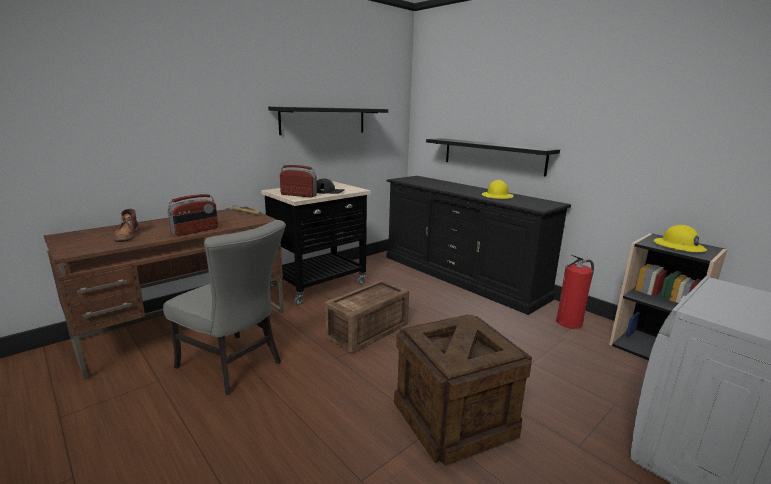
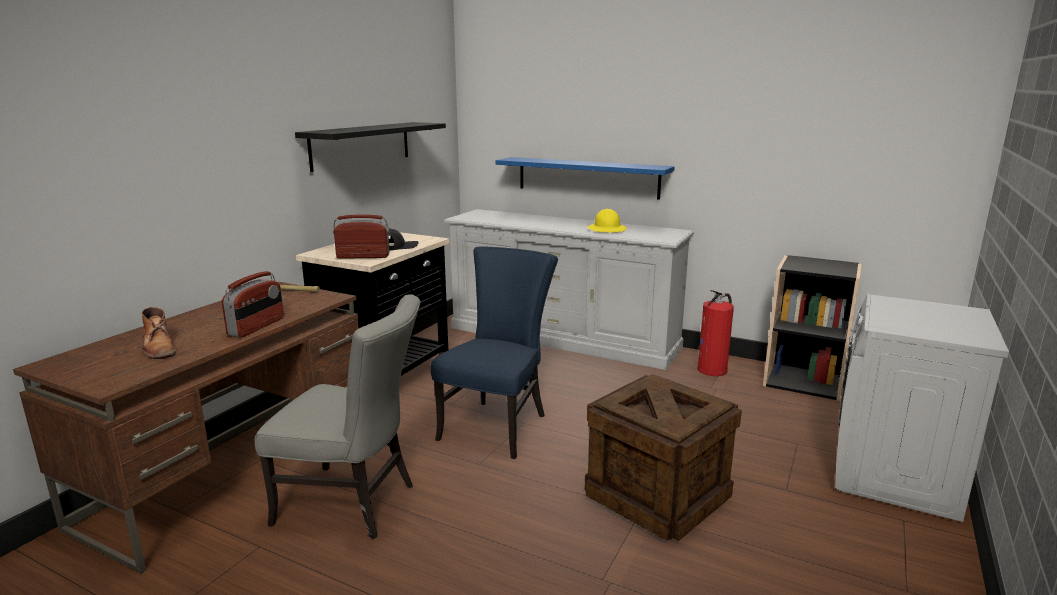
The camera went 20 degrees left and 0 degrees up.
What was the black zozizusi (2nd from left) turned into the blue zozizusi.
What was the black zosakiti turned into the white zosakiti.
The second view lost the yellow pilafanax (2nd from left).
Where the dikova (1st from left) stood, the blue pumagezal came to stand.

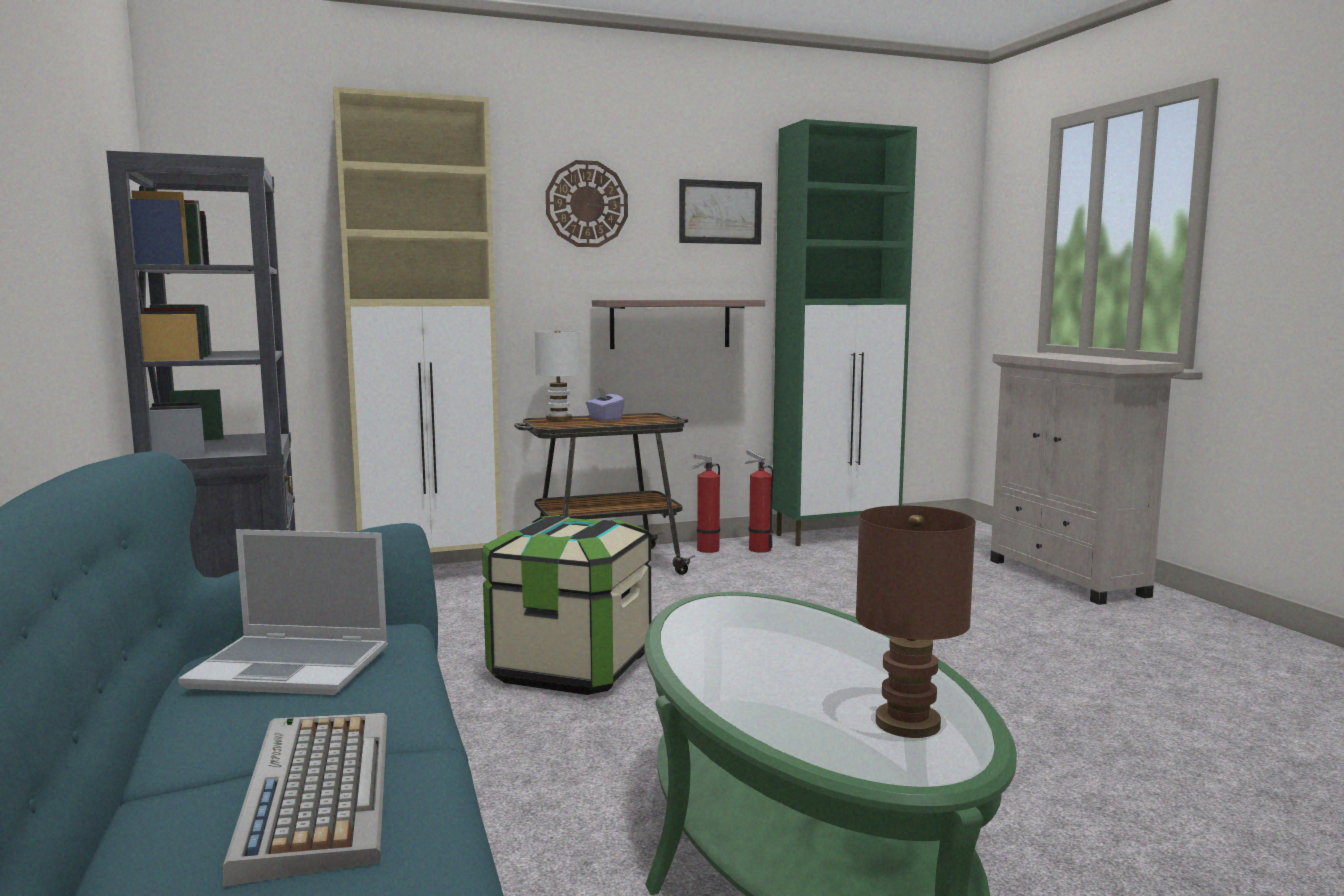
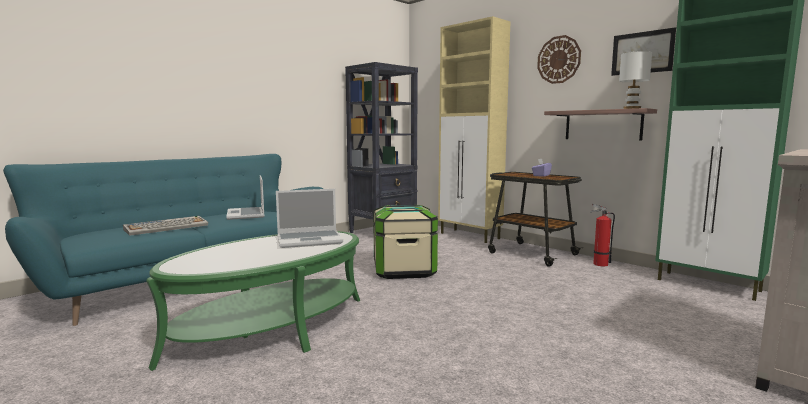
The camera went 65 degrees right and 0 degrees up.
The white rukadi ended up elsewhere.
The second view lost the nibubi (2nd from left).
The second view lost the brown rukadi.
The second view gained the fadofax (2nd from left).

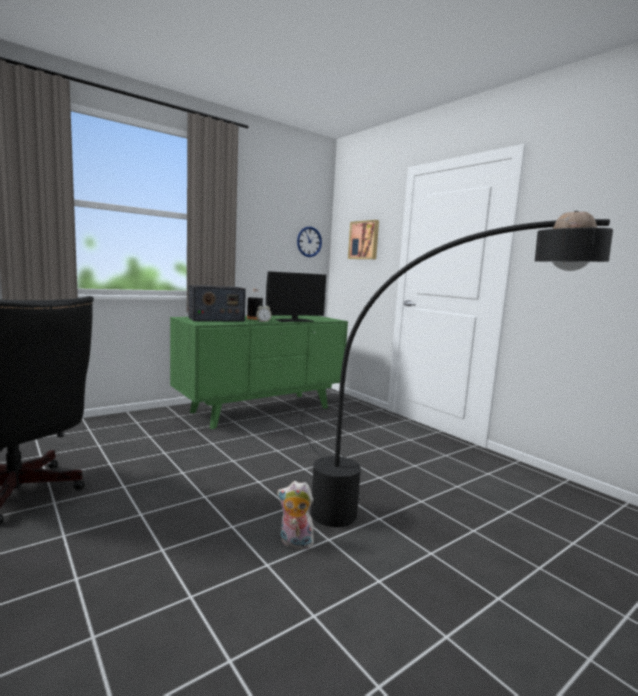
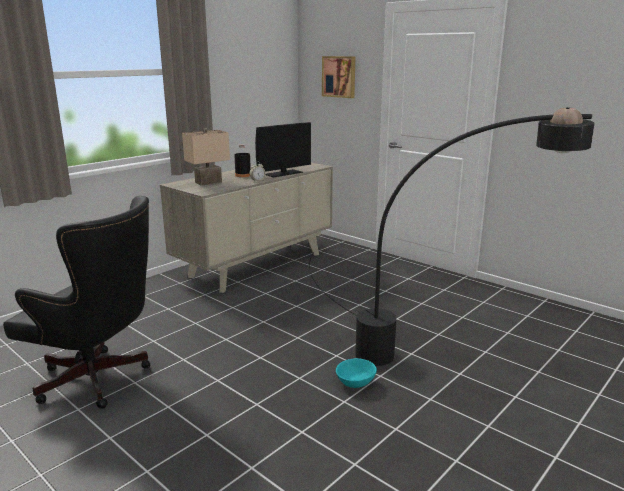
The camera went 10 degrees left and 10 degrees up.
The second view lost the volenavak.
Where the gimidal stood, the beige rukadi came to stand.
What was the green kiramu turned into the beige kiramu.
Where the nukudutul stood, the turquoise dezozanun came to stand.

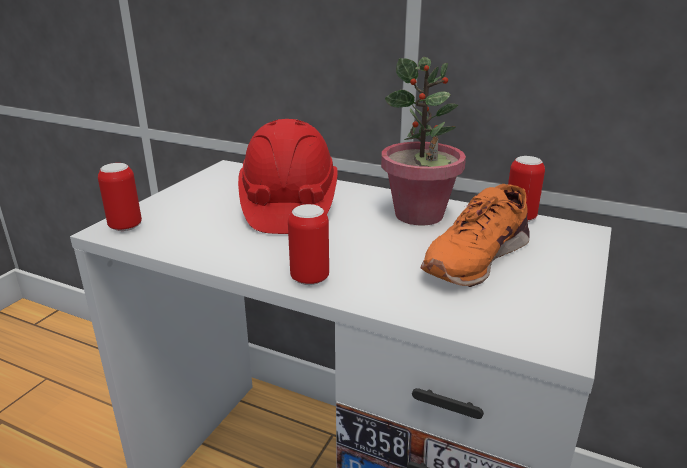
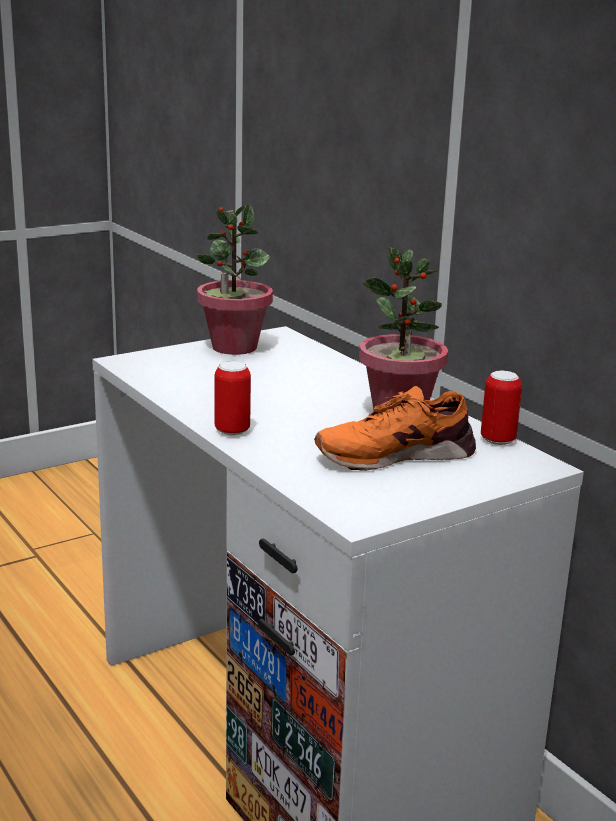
The camera went 30 degrees right and 5 degrees down.
The second view lost the red pilafanax.
The second view lost the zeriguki (1st from left).
The second view gained the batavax (1st from left).

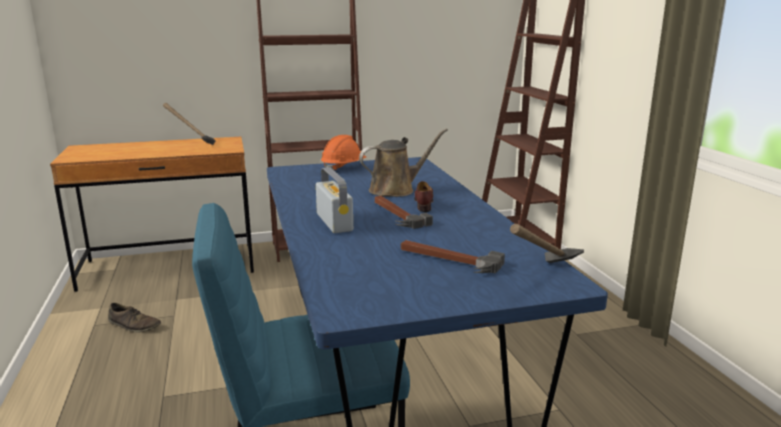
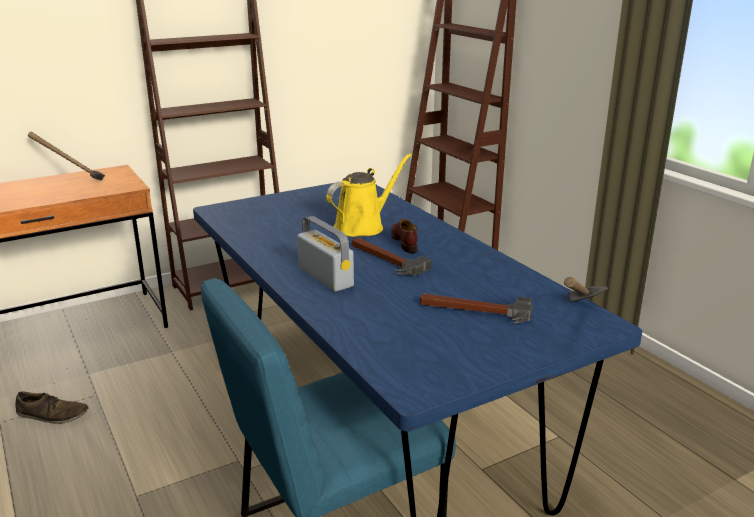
The camera went 15 degrees left and 5 degrees up.
What was the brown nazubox turned into the yellow nazubox.
The second view lost the orange pilafanax.

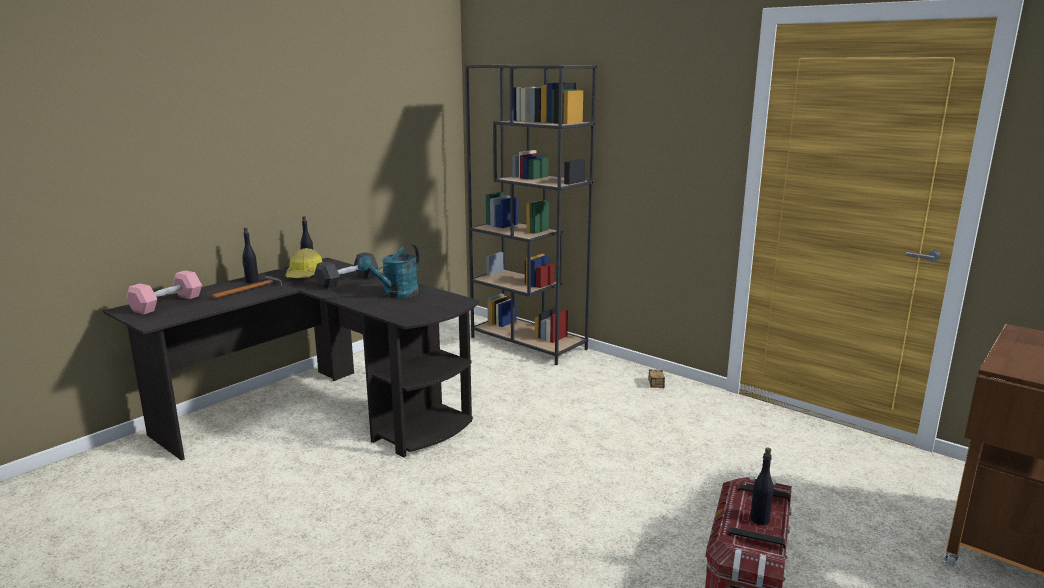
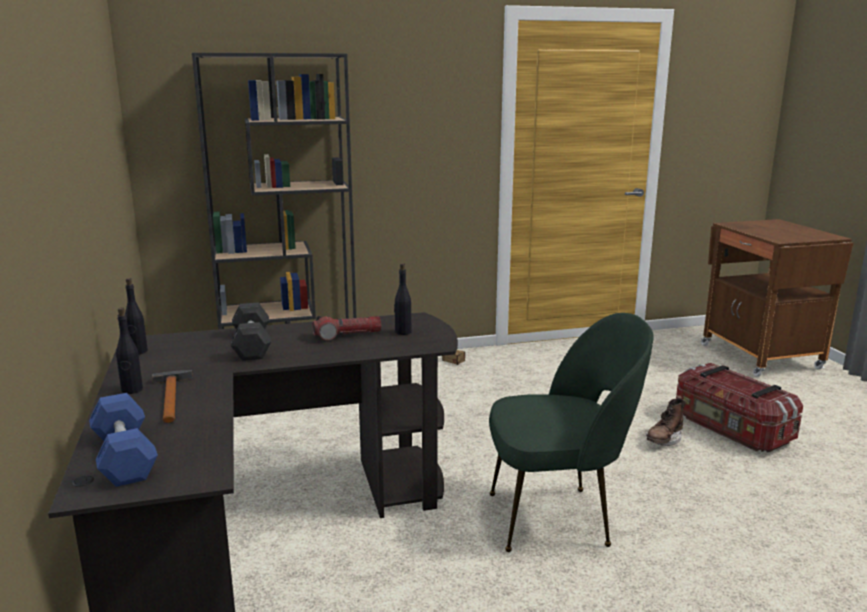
The camera went 55 degrees left and 0 degrees up.
Where the turquoise nazubox stood, the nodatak came to stand.
The second view lost the pilafanax.
What was the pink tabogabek turned into the blue tabogabek.
The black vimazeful (3rd from left) ended up elsewhere.
The second view gained the green pumagezal.
The second view gained the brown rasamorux.

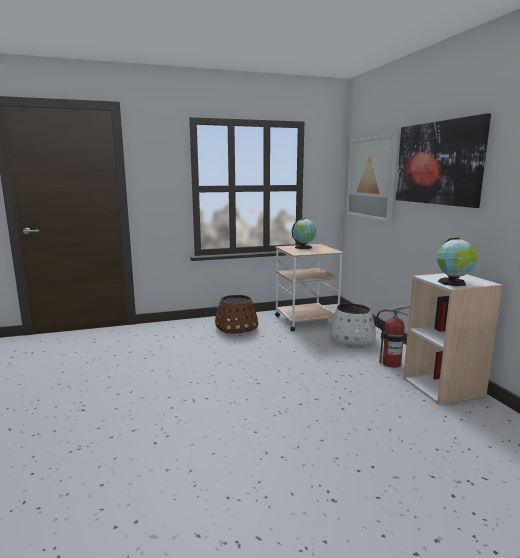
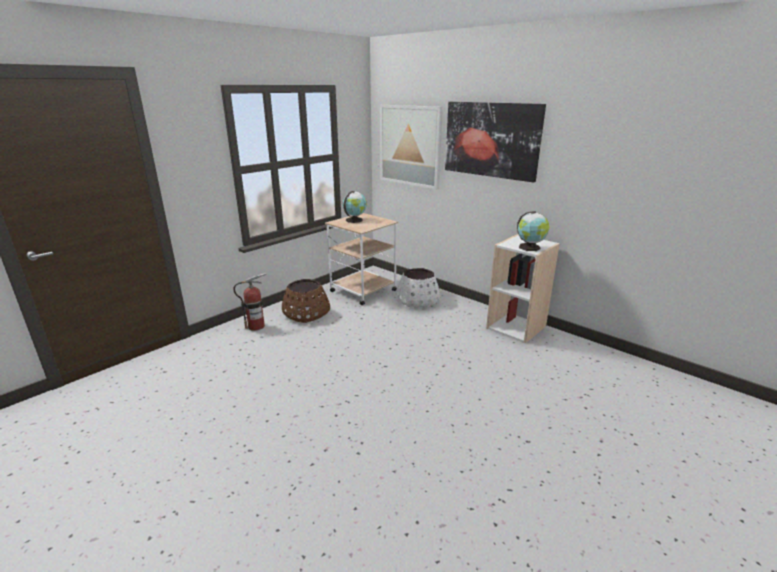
The camera went 30 degrees left and 10 degrees up.
The nibubi ended up elsewhere.

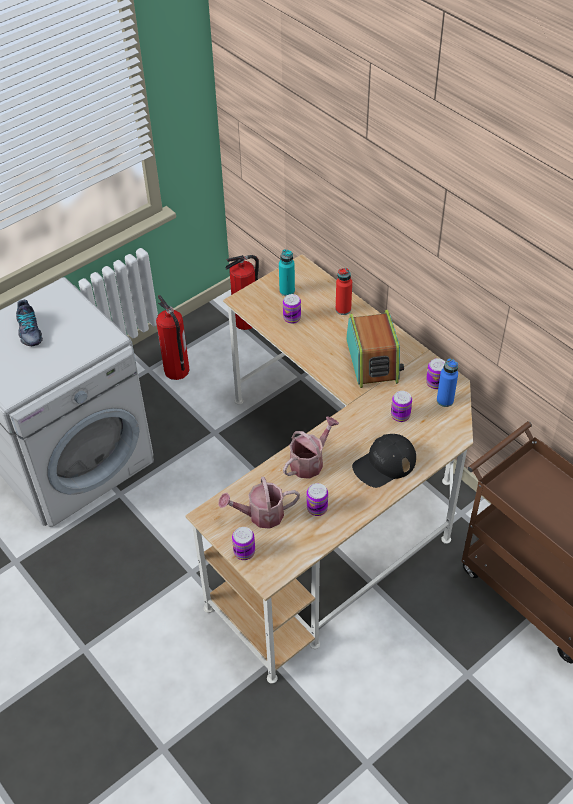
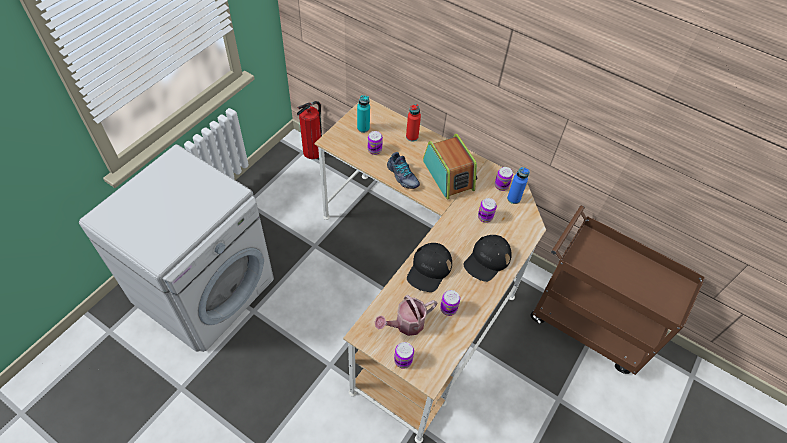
The camera went 20 degrees left and 5 degrees up.
The second view lost the nibubi (1st from left).
The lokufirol ended up elsewhere.
Where the nazubox (2nd from left) stood, the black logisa (1st from left) came to stand.

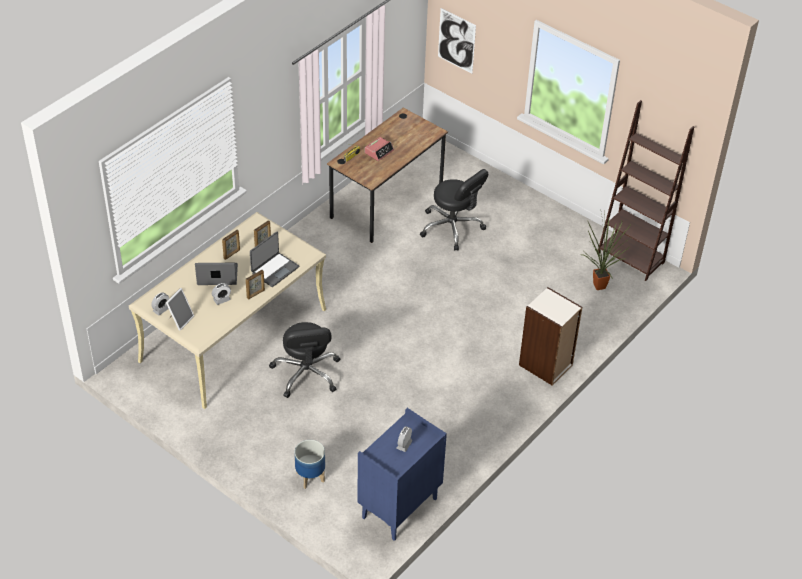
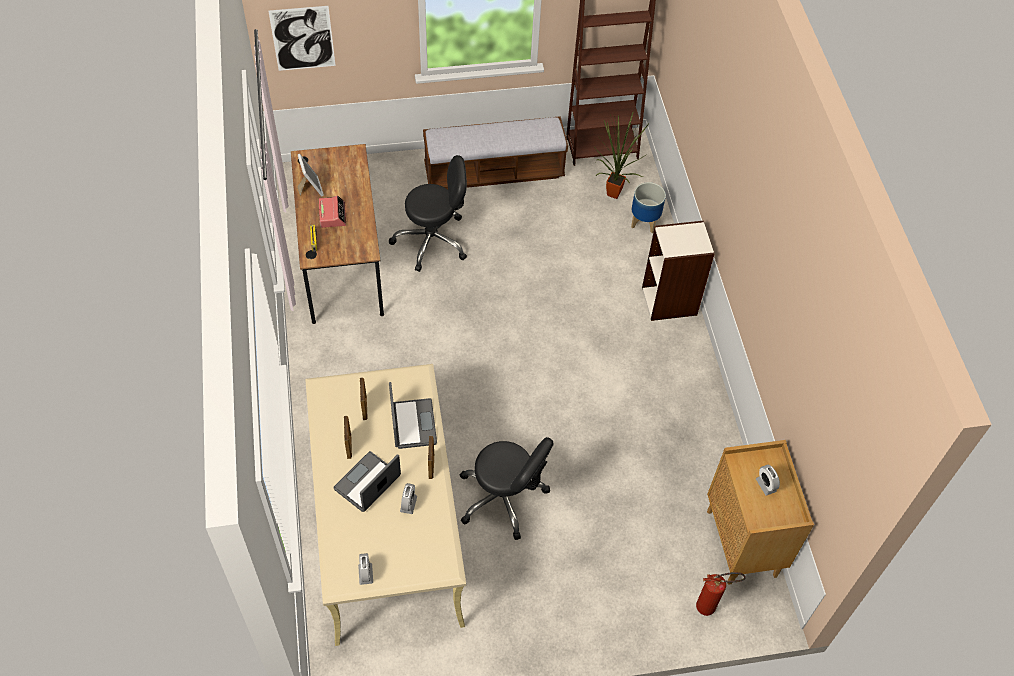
The camera went 50 degrees left and 10 degrees up.
The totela (1st from left) ended up elsewhere.
What was the blue zosakiti turned into the brown zosakiti.
The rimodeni ended up elsewhere.
The second view gained the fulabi.
The second view gained the nibubi.

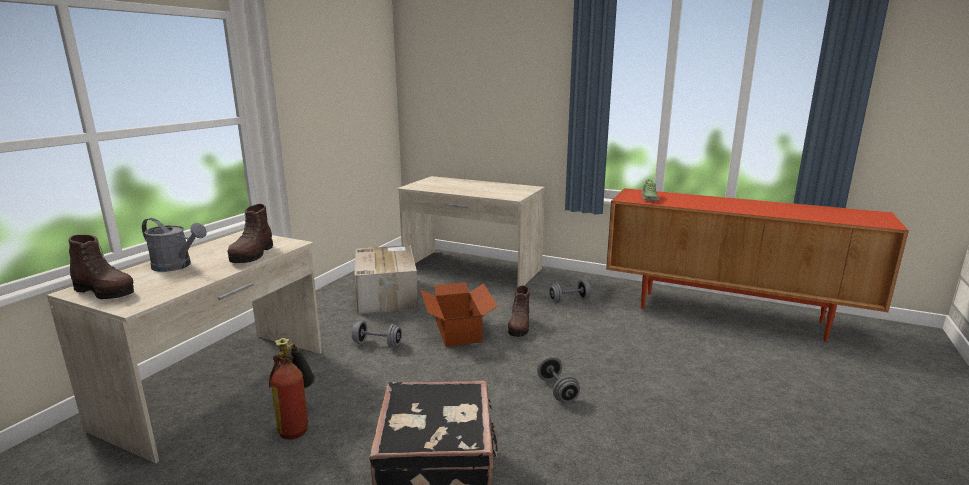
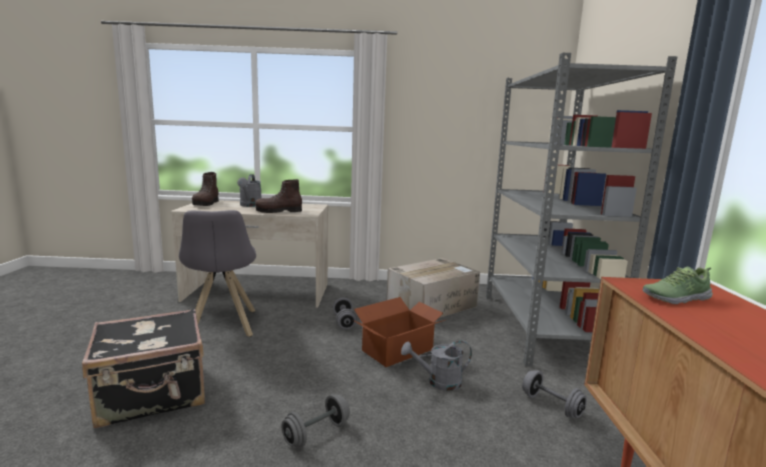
The camera went 65 degrees right and 5 degrees down.
Where the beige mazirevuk (2nd from left) stood, the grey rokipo came to stand.
Where the brown rasamorux (3rd from left) stood, the grey nazubox (2nd from left) came to stand.
Where the nibubi stood, the grey pumagezal came to stand.

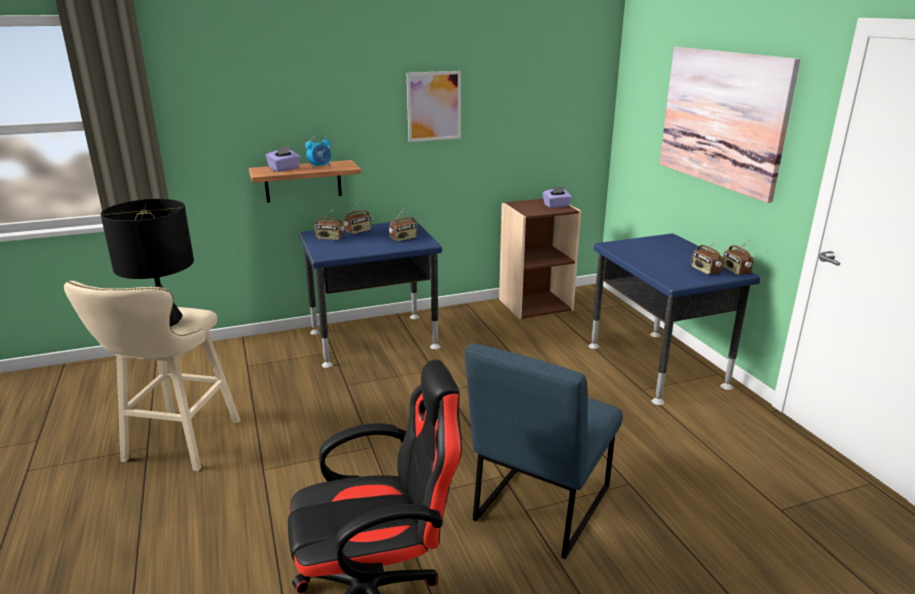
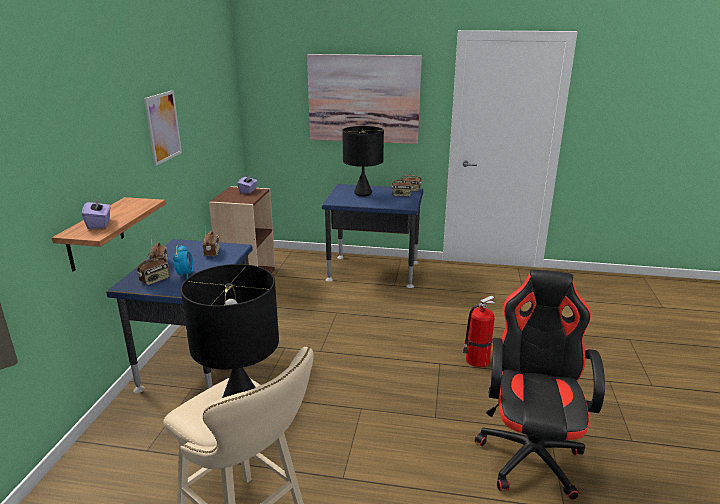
The camera went 60 degrees left and 0 degrees up.
The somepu ended up elsewhere.
Where the blue pumagezal stood, the nibubi came to stand.
The second view gained the black rukadi (2nd from left).

